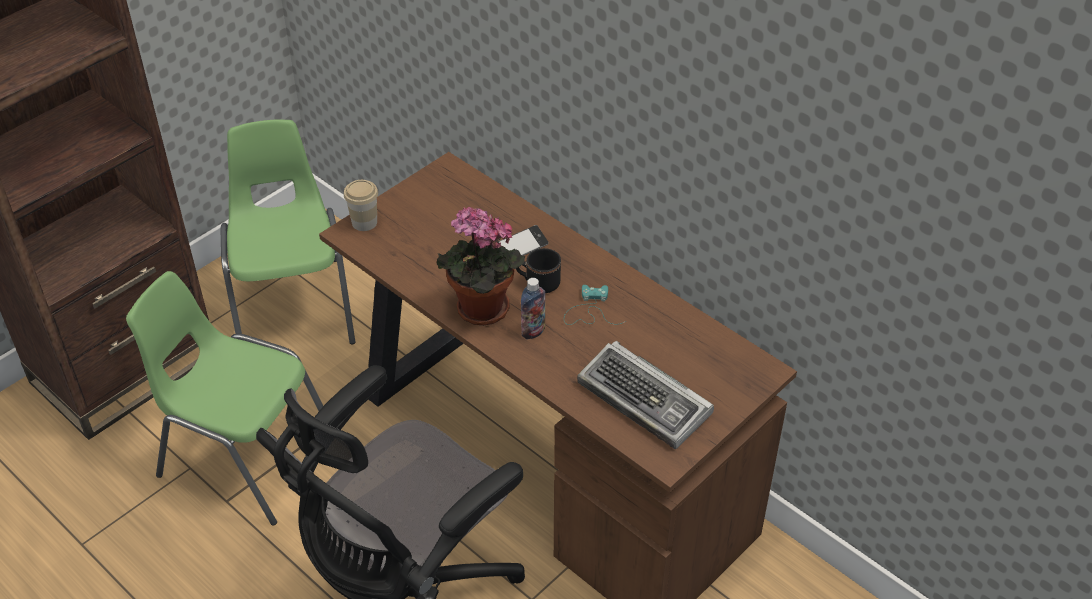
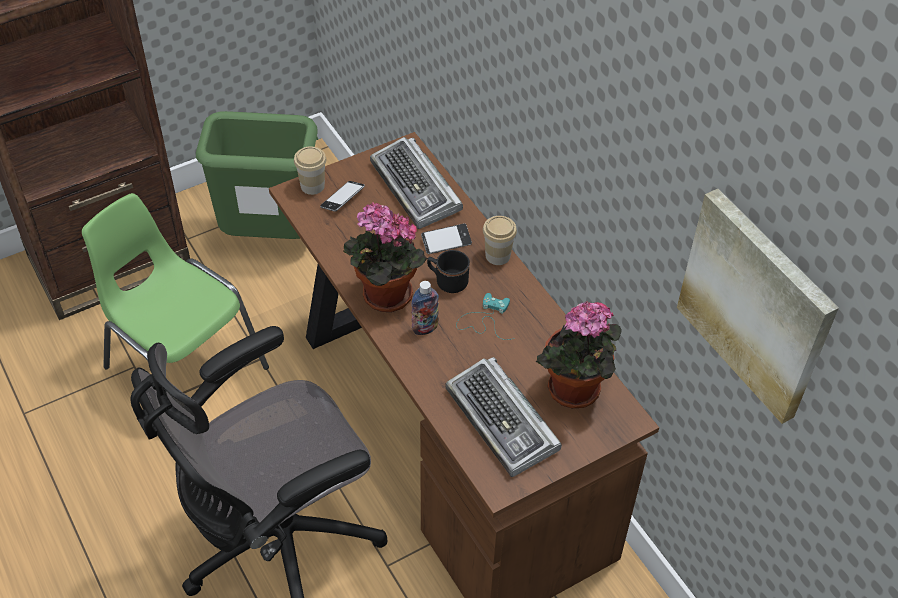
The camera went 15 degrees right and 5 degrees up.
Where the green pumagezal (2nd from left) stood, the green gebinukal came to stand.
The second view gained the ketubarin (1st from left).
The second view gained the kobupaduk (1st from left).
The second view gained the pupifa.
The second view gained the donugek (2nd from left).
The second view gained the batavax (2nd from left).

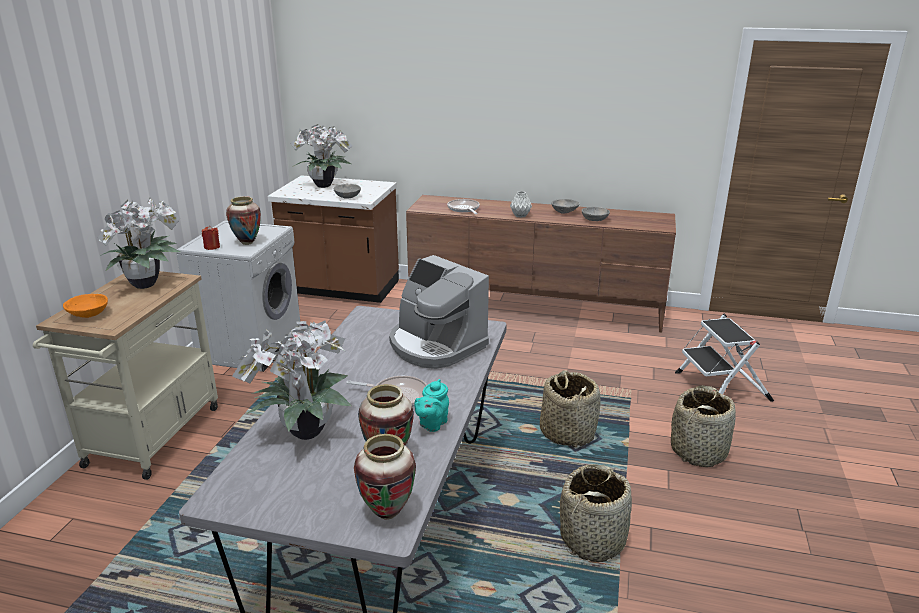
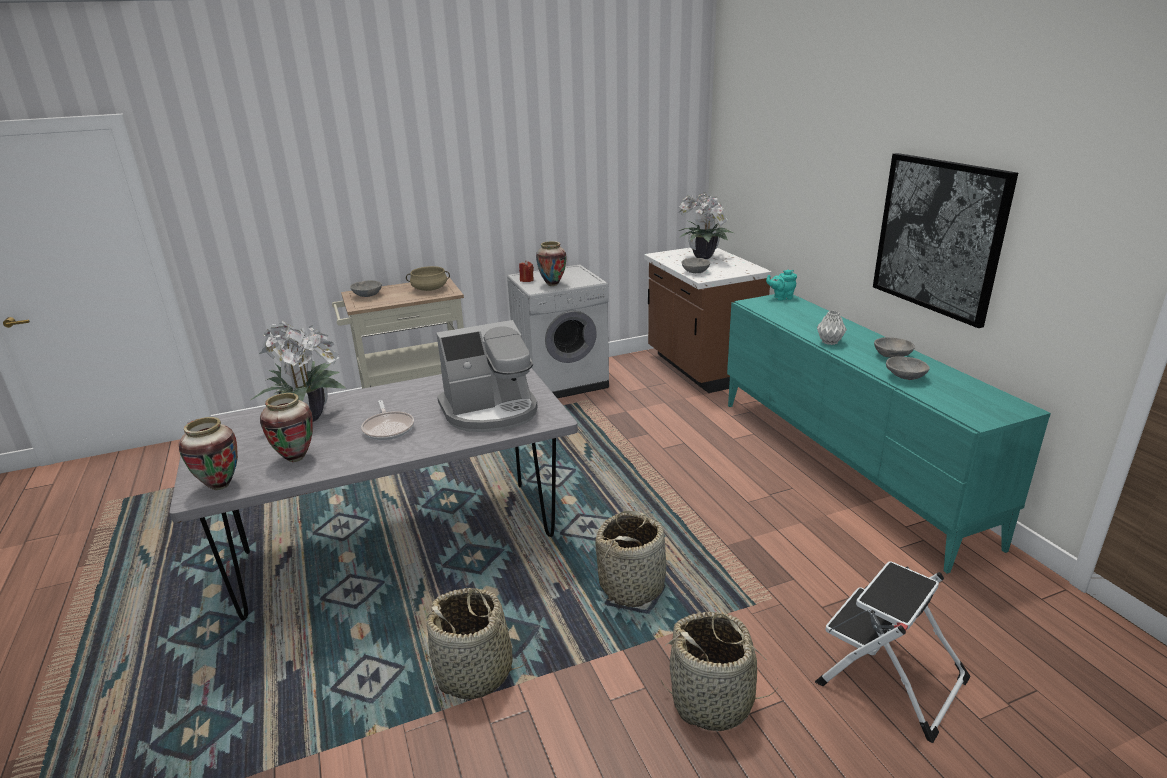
The camera went 55 degrees right and 0 degrees up.
What was the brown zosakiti turned into the turquoise zosakiti.
Where the batavax (1st from left) stood, the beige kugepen came to stand.
The second view lost the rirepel (2nd from left).
The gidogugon ended up facing another way, 120 degrees counterclockwise from before.
What was the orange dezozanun turned into the grey dezozanun (1st from left).
The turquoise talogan ended up elsewhere.
The second view gained the pupifa.

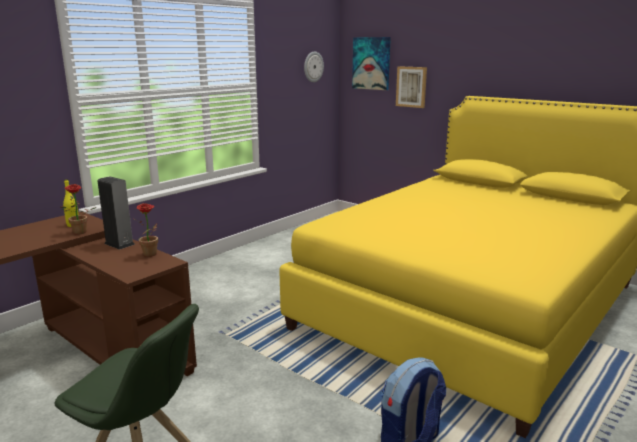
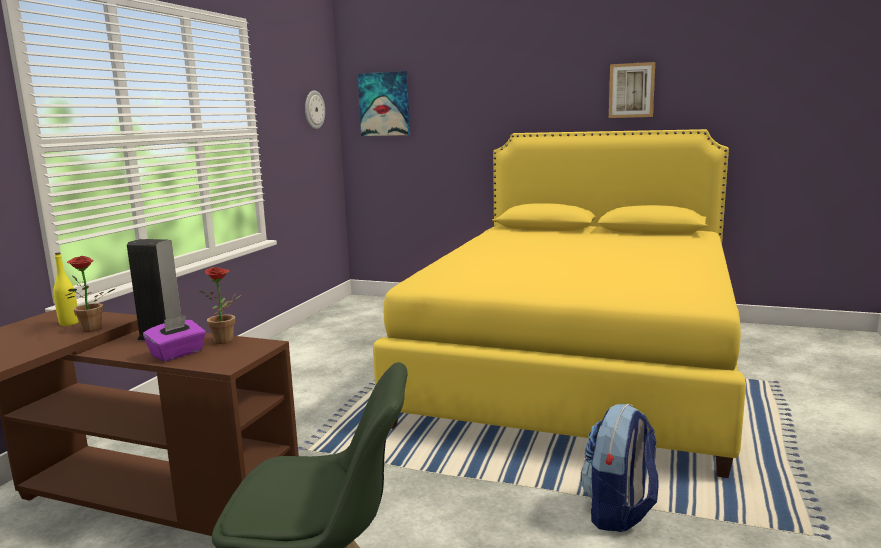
The camera went 20 degrees left and 5 degrees down.
The pupifa (2nd from left) ended up elsewhere.
The second view gained the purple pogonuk.

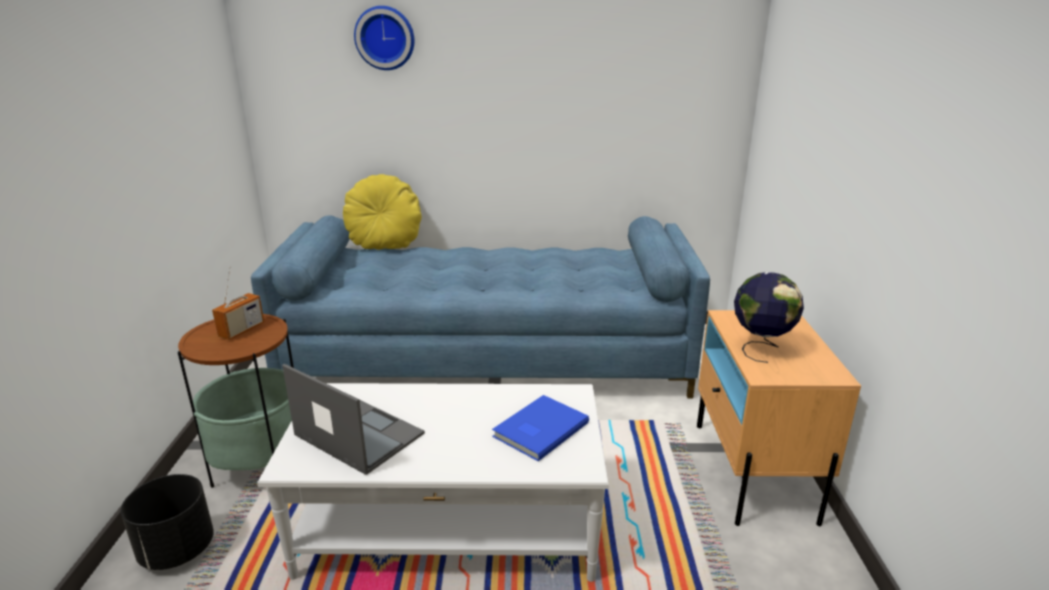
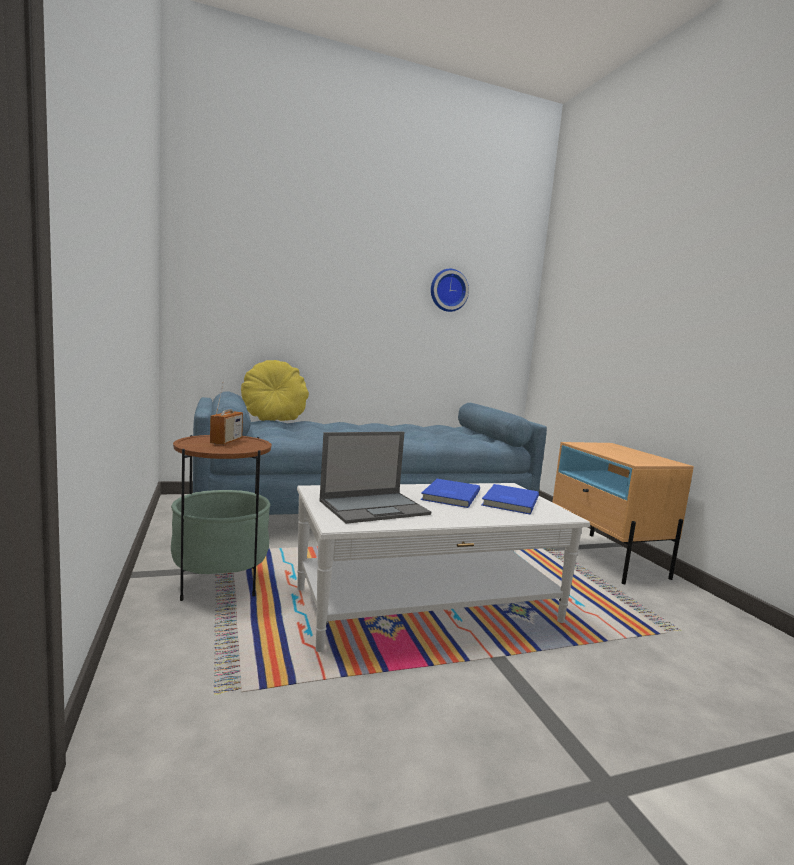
The camera went 20 degrees left and 15 degrees down.
The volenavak ended up elsewhere.
The second view lost the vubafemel.
The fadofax ended up facing another way, 135 degrees clockwise from before.
The second view lost the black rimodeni.
The second view gained the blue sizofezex (1st from left).

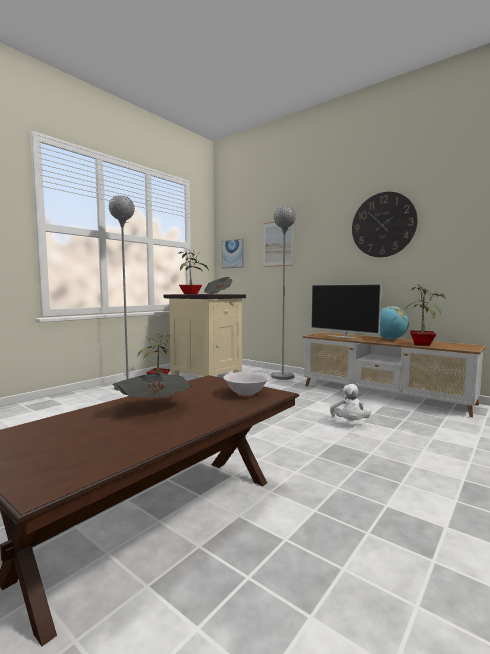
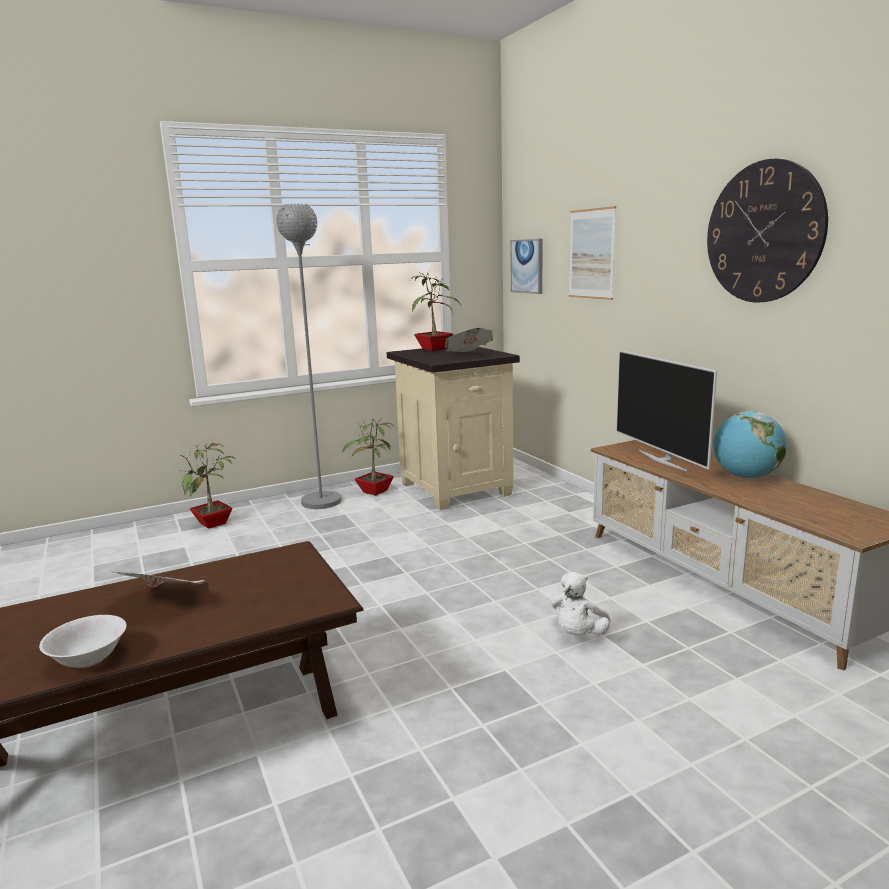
The camera went 25 degrees right and 10 degrees up.
The second view lost the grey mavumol (2nd from left).
The batavax (3rd from left in the first image) ended up elsewhere.
The white dezozanun ended up elsewhere.

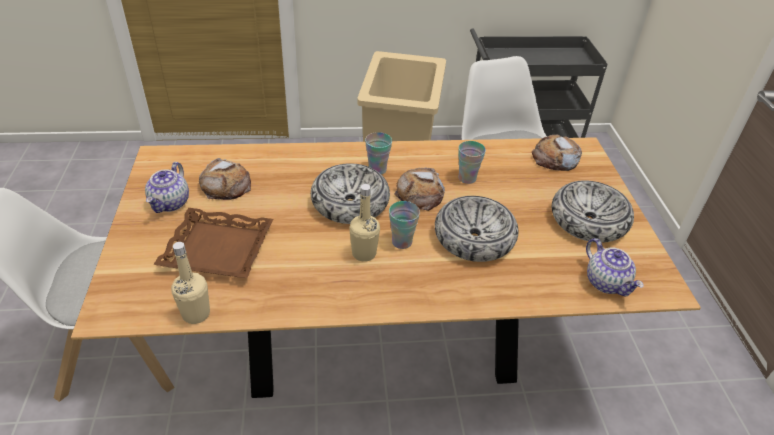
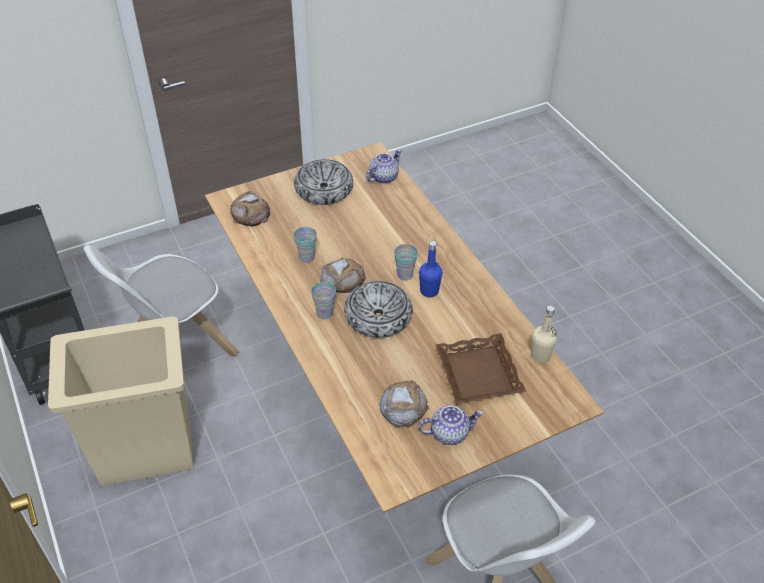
The camera went 110 degrees left and 5 degrees up.
What was the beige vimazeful (2nd from left) turned into the blue vimazeful.
The second view lost the dezozanun (2nd from left).

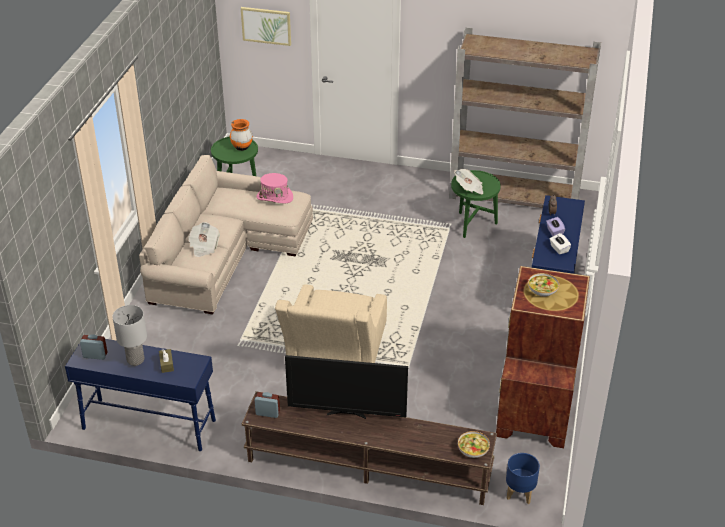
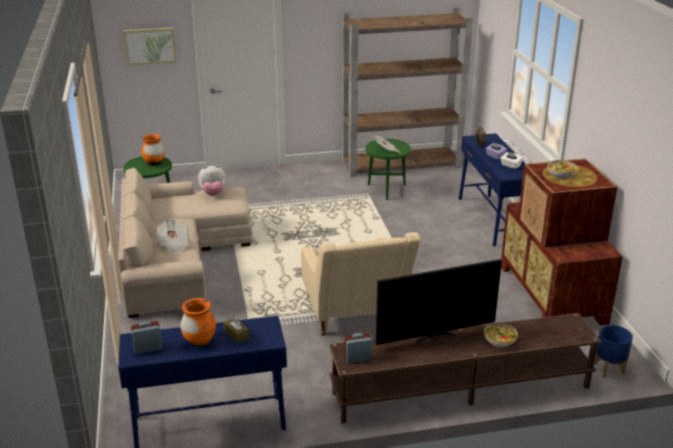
The camera went 25 degrees left and 10 degrees down.
Where the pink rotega stood, the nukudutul came to stand.
Where the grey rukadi stood, the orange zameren (2nd from left) came to stand.
The dezozanun (1st from left) ended up elsewhere.

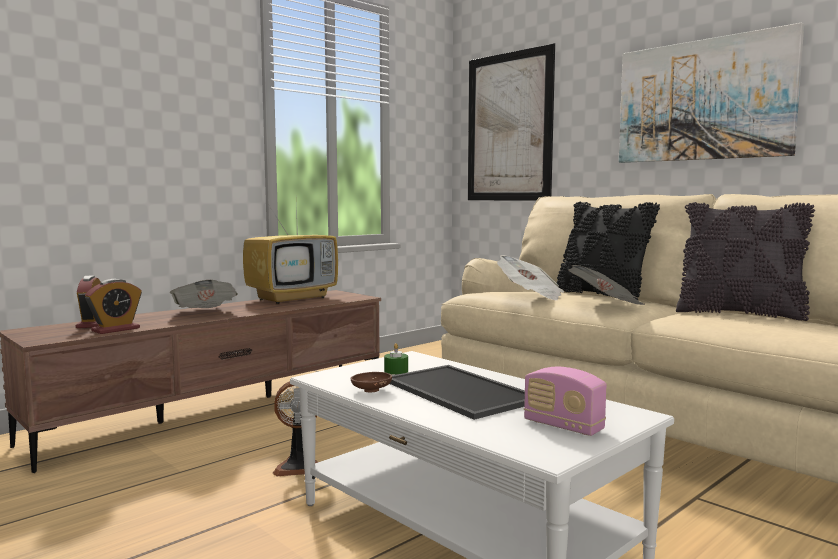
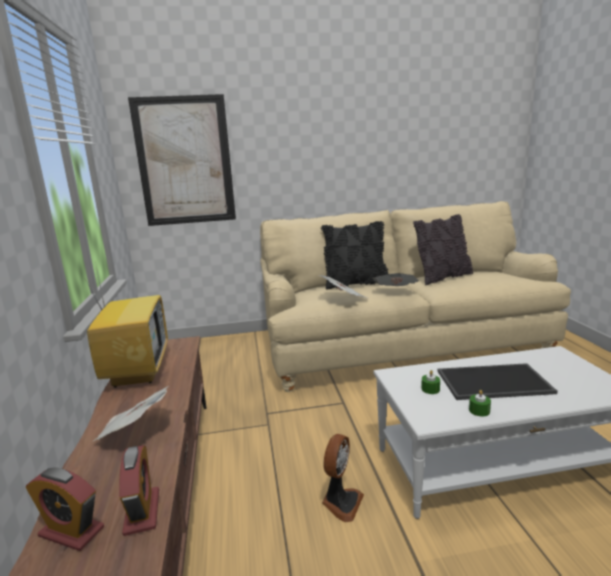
The camera went 55 degrees left and 10 degrees up.
The second view lost the pupifa (2nd from left).
The second view lost the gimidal.
Where the brown dezozanun stood, the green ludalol (2nd from left) came to stand.

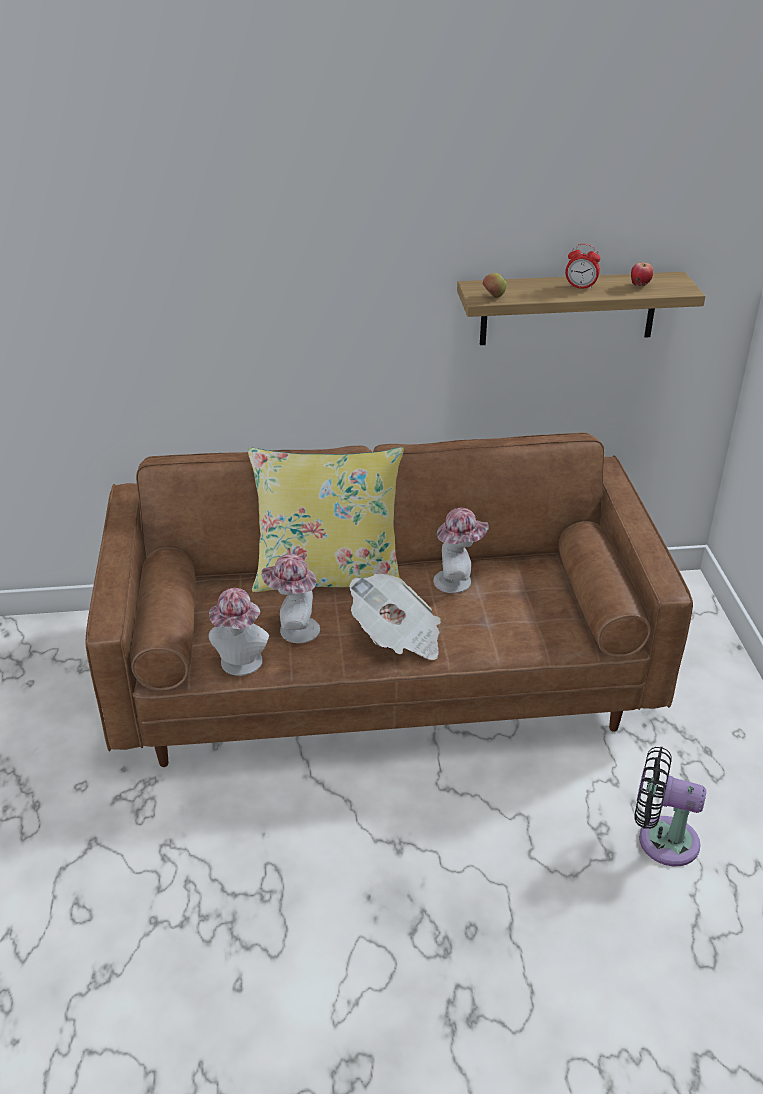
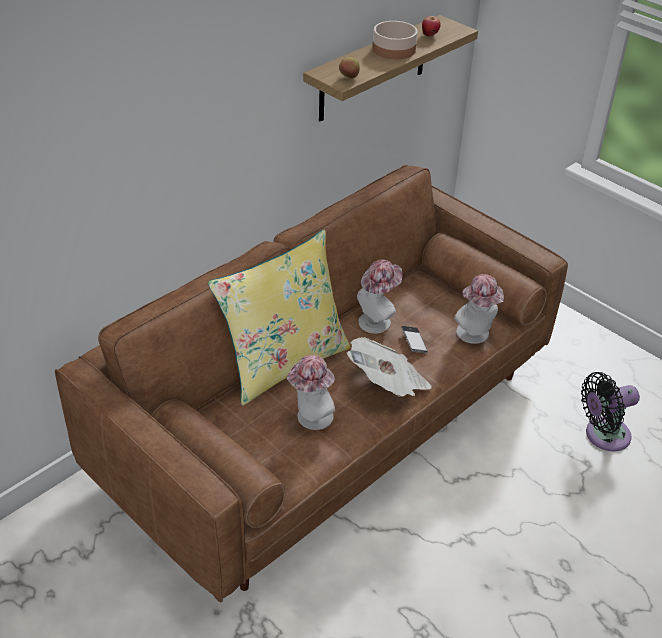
The camera went 40 degrees left and 5 degrees up.
Where the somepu stood, the dezozanun came to stand.
The rotega (1st from left in the first image) ended up elsewhere.
The second view gained the kobupaduk.

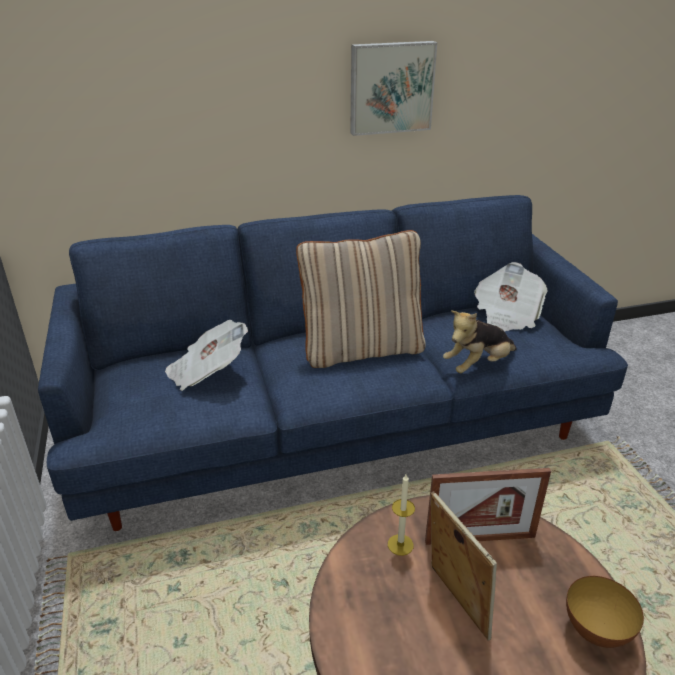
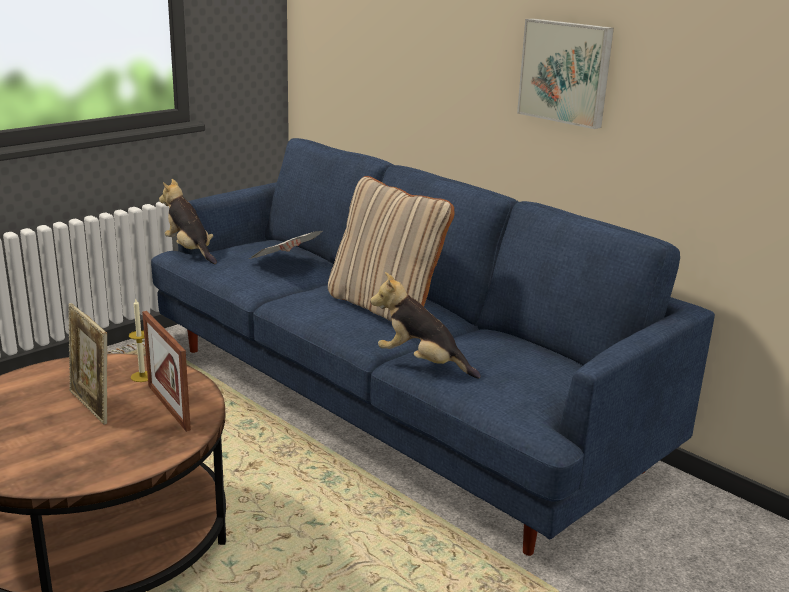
The camera went 60 degrees right and 10 degrees down.
The second view lost the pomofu (2nd from left).
The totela (1st from left) ended up facing another way, 105 degrees clockwise from before.
The second view lost the dezozanun.
The second view gained the nukudutul (1st from left).

